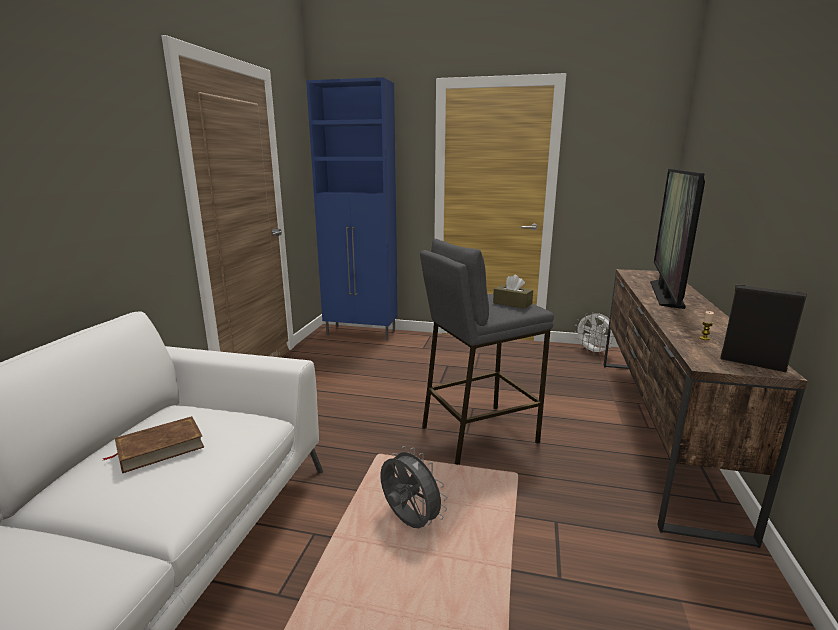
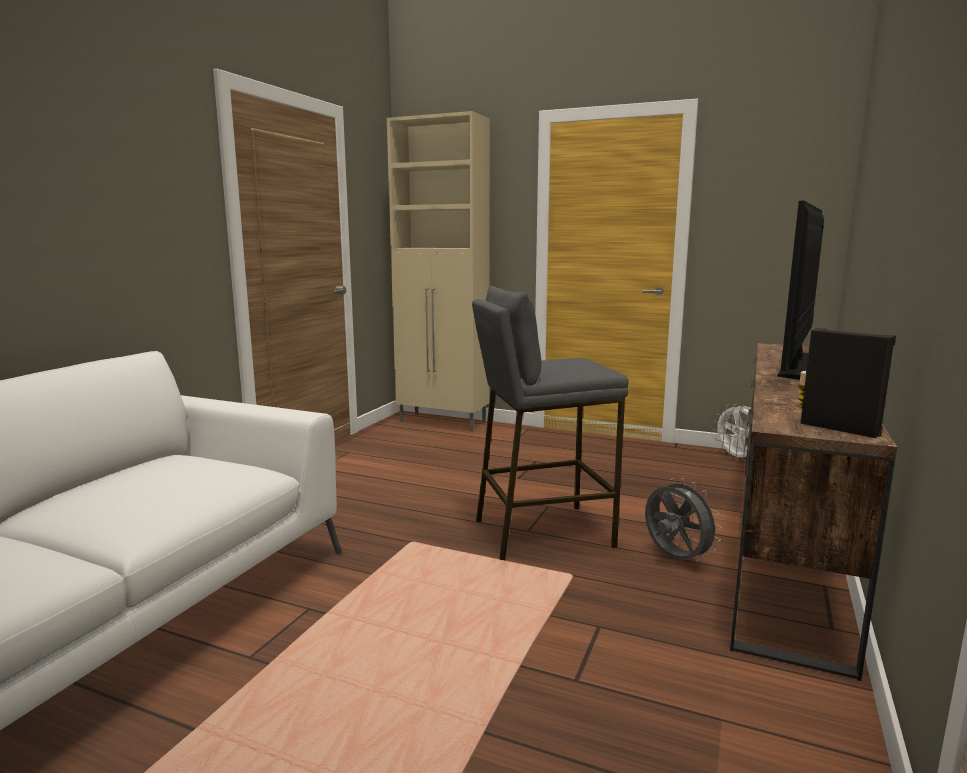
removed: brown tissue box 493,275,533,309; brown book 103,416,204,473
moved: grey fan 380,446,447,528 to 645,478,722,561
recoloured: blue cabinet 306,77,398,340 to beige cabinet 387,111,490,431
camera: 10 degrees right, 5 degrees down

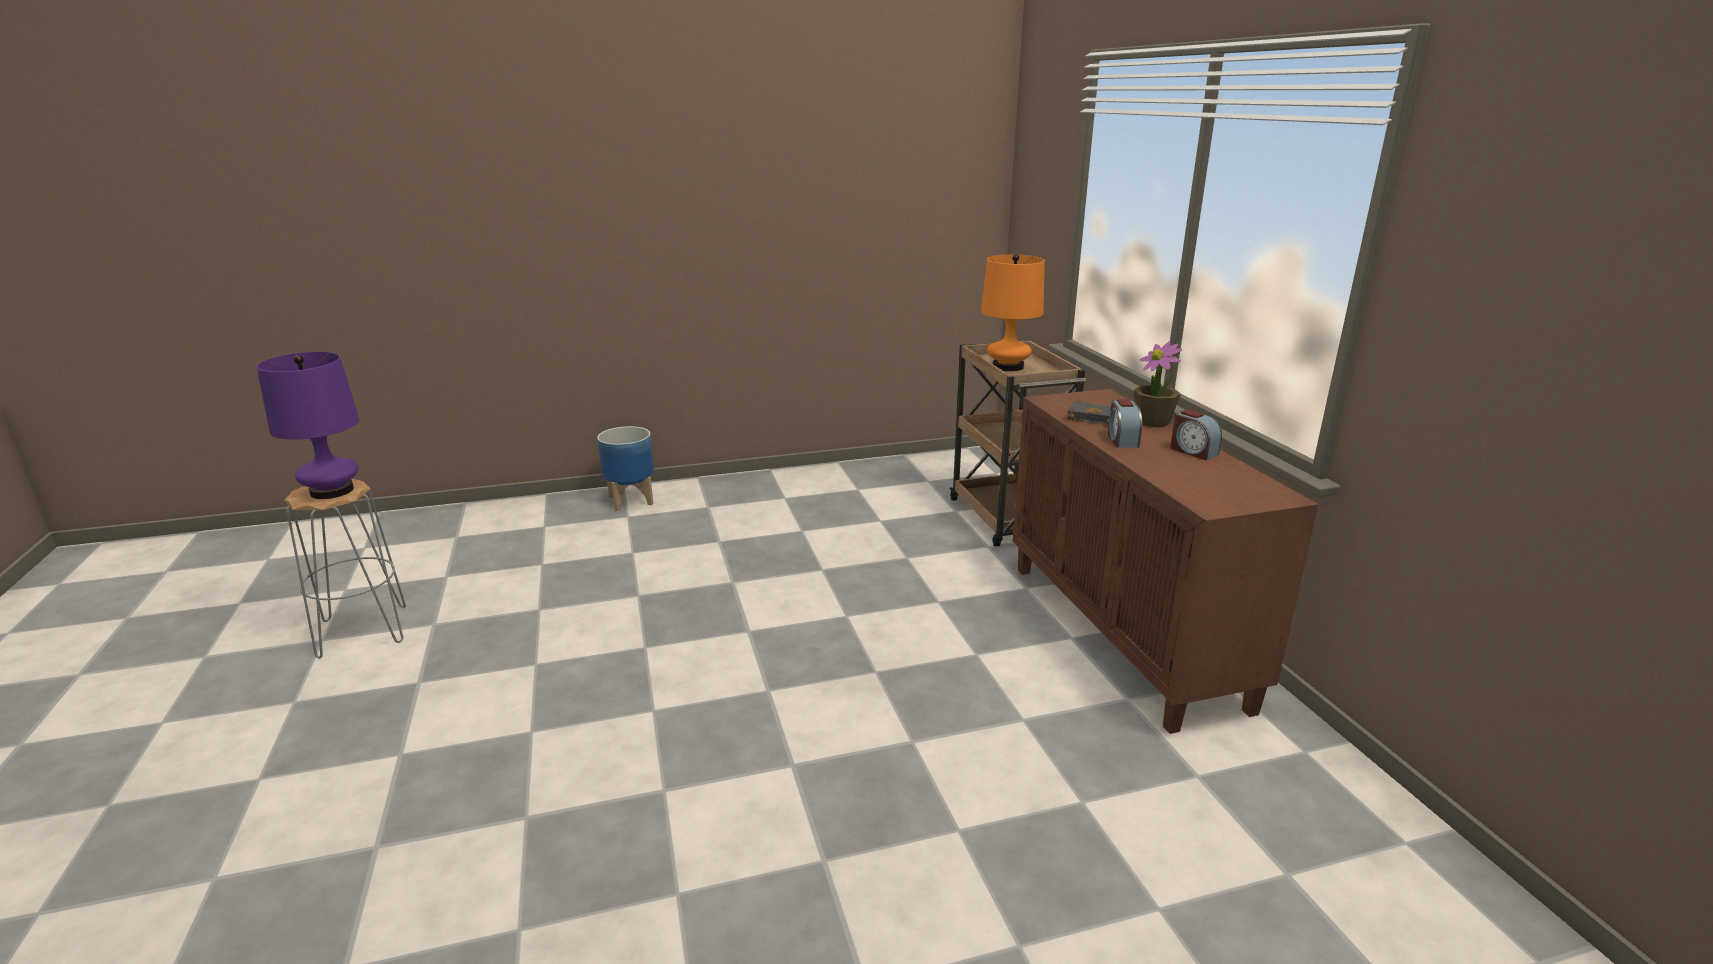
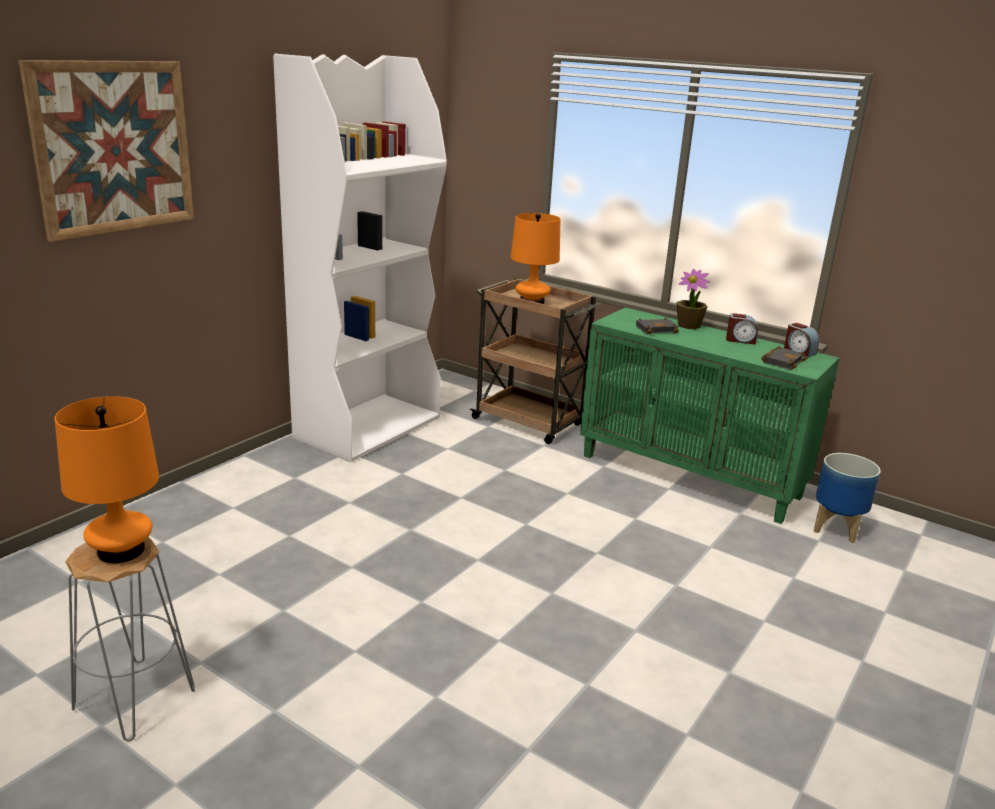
added: white bookcase 273,54,447,462; picture 18,60,194,242; black book 761,346,808,370
moved: alarm clock 1108,399,1142,448 to 784,323,819,357; planter 597,426,654,511 to 814,453,881,543
recoloured: purple table lamp 257,352,360,499 to orange table lamp 55,396,159,563; brown cabinet 1013,389,1318,734 to green cabinet 580,307,839,524
camera: 40 degrees left, 0 degrees up

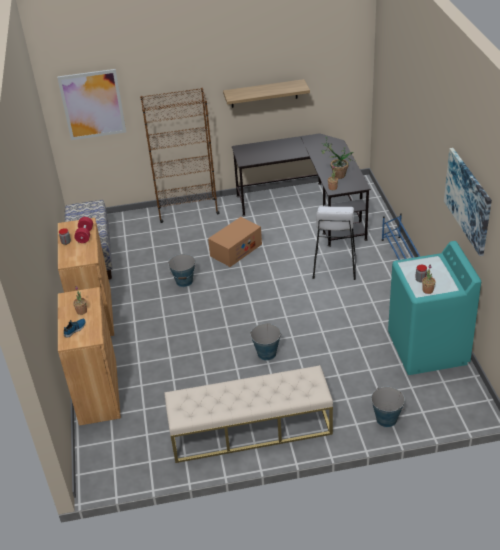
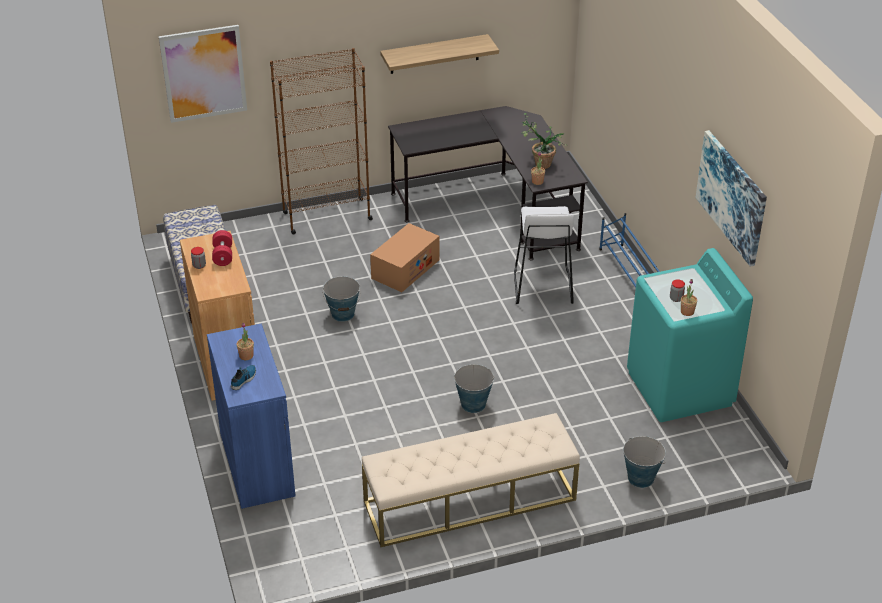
recoloured: brown cabinet 58,287,121,426 to blue cabinet 207,324,296,509
camera: 10 degrees left, 0 degrees up

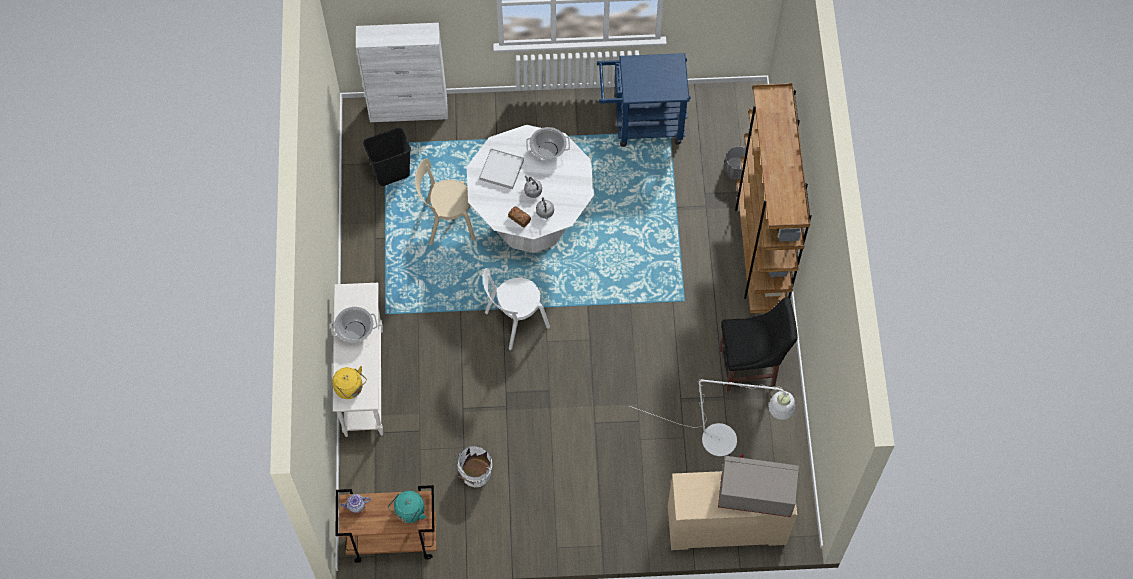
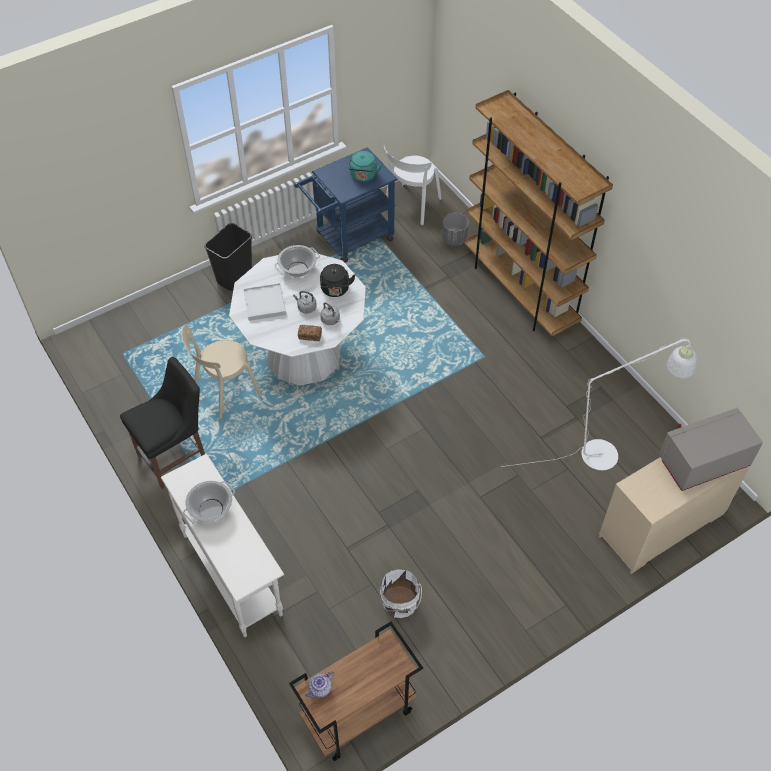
removed: white cabinet 356,23,448,122; yellow kettle 332,366,367,399
added: black kettle 320,264,355,297
moved: black trash can 363,128,411,186 to 204,223,252,291; white chair 483,268,550,350 to 384,146,442,225; black chair 720,297,798,392 to 120,357,205,489; turquoise kettle 388,491,426,523 to 348,151,382,182
camera: 30 degrees left, 10 degrees down

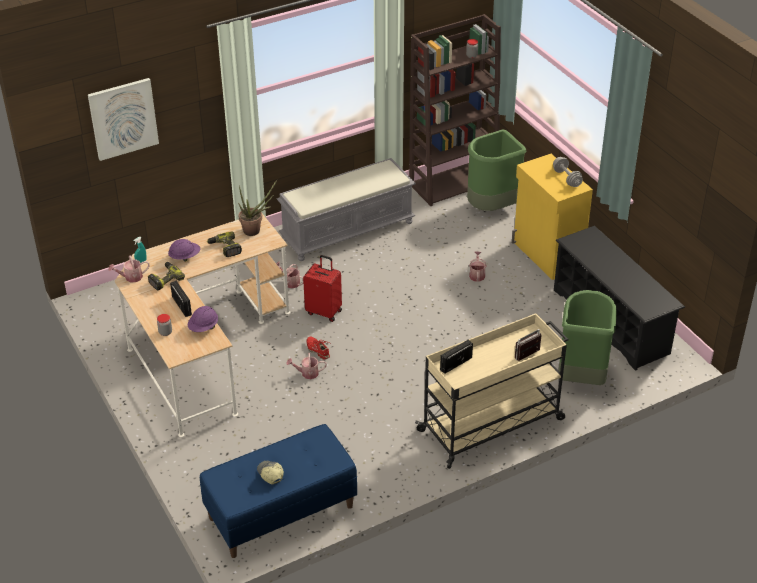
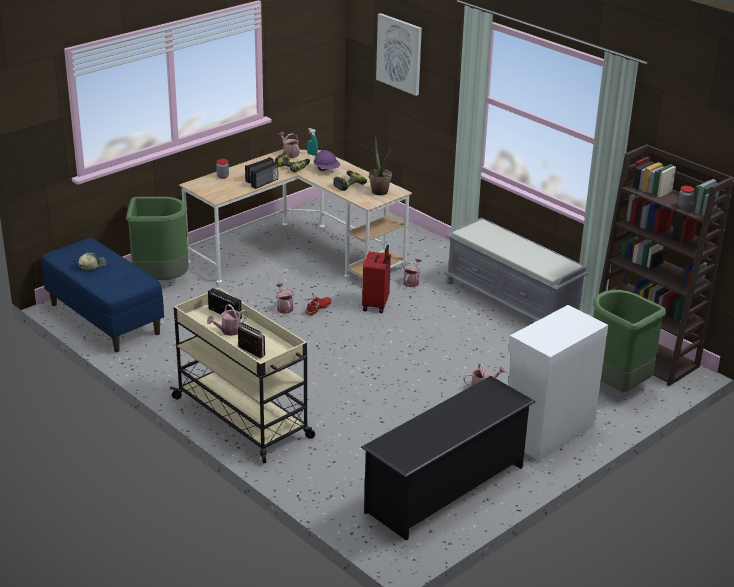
removed: grey dumbbell 553,157,583,187; purple hard hat 188,306,218,332
added: radio 251,162,278,189; watering can 207,304,248,336
moved: green trash can 558,290,617,385 to 126,197,189,280
recoloured: yellow cabinet 512,154,593,280 to white cabinet 508,305,608,461
camera: 75 degrees right, 10 degrees down

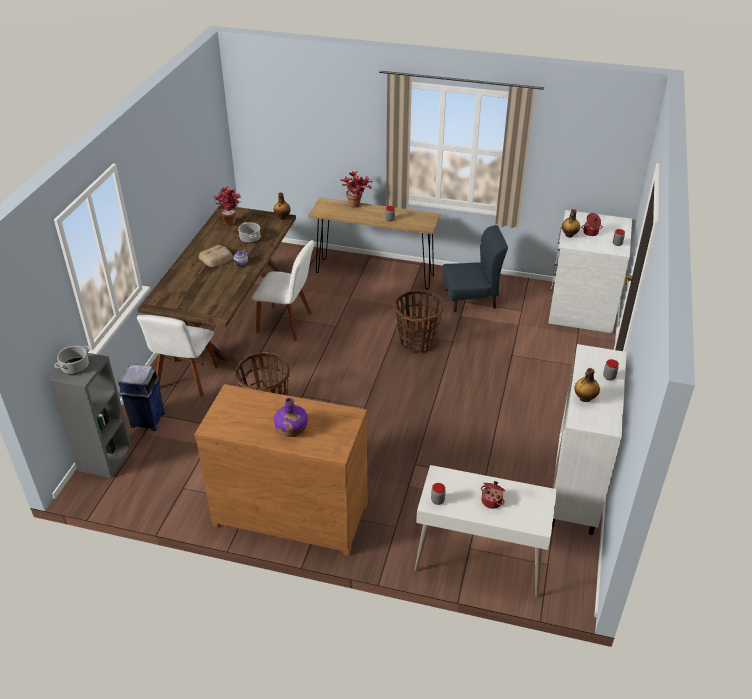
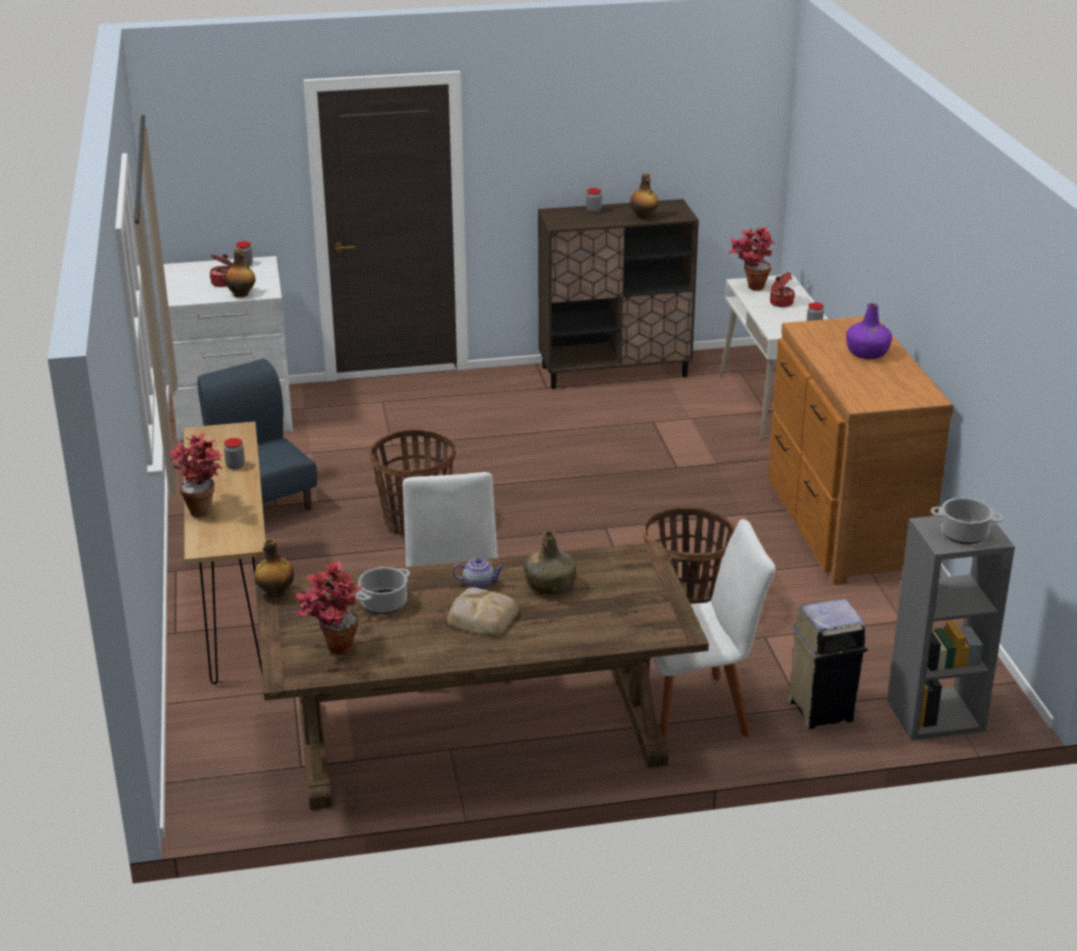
added: potted plant 728,227,776,291; green bottle 524,530,576,595
recoloured: white cabinet 552,344,627,535 to brown cabinet 538,199,699,389; blue trash can 118,364,165,431 to beige trash can 788,599,868,729
camera: 115 degrees left, 10 degrees down

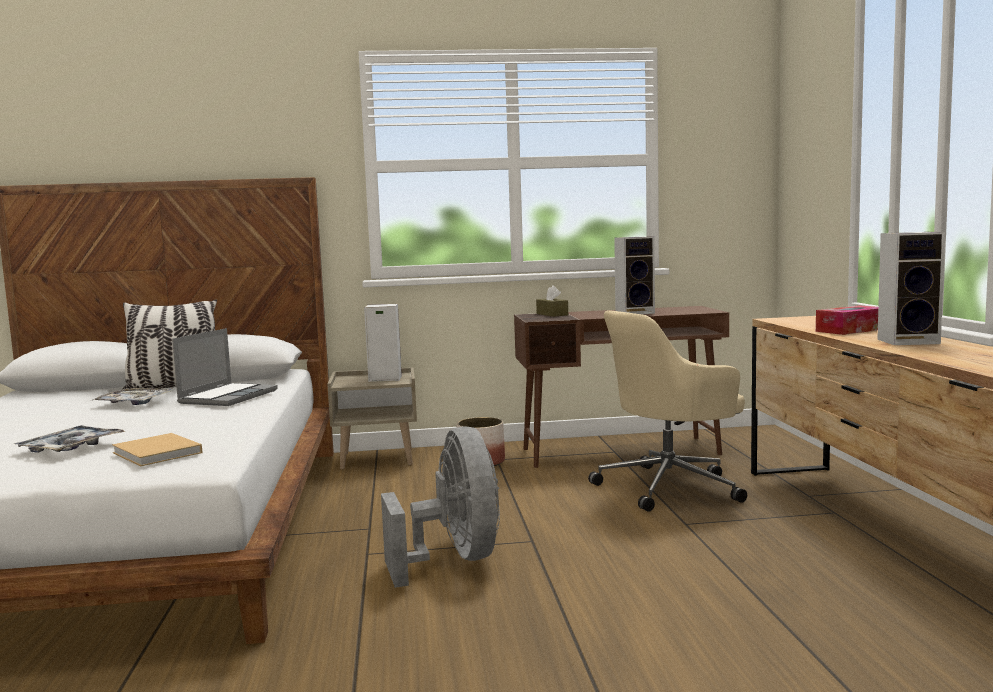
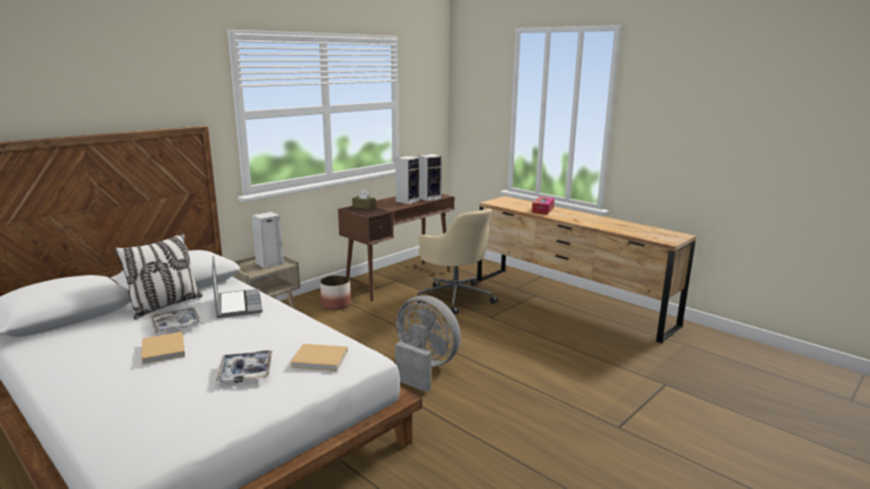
added: beige book 141,332,185,364
moved: speaker 877,232,945,345 to 418,154,442,201
turned: beige office chair 588,310,747,512 = 416,209,498,315 60 degrees counterclockwise
camera: 40 degrees left, 10 degrees up

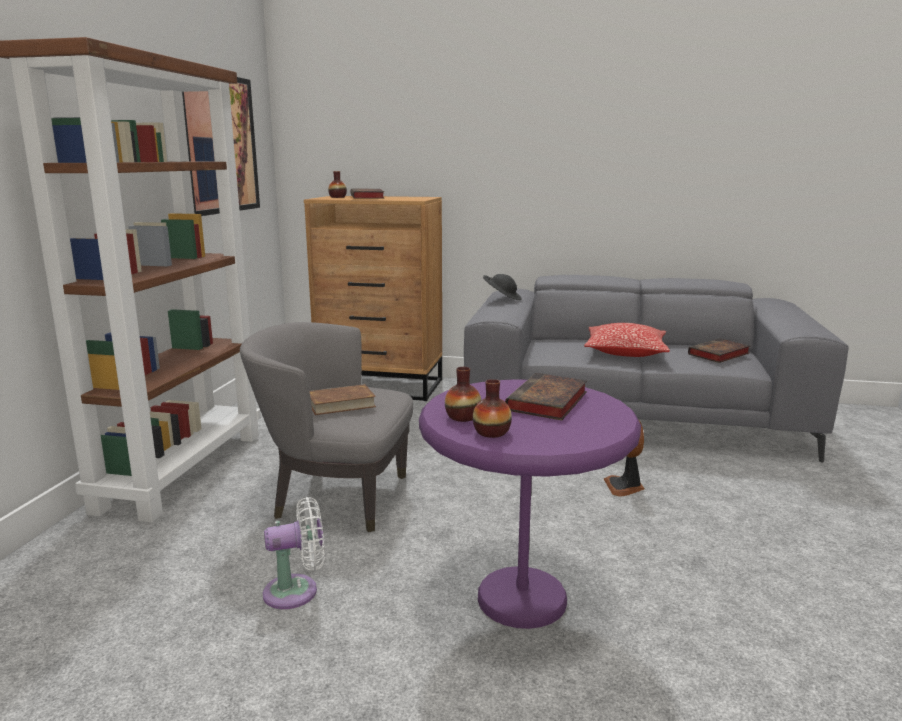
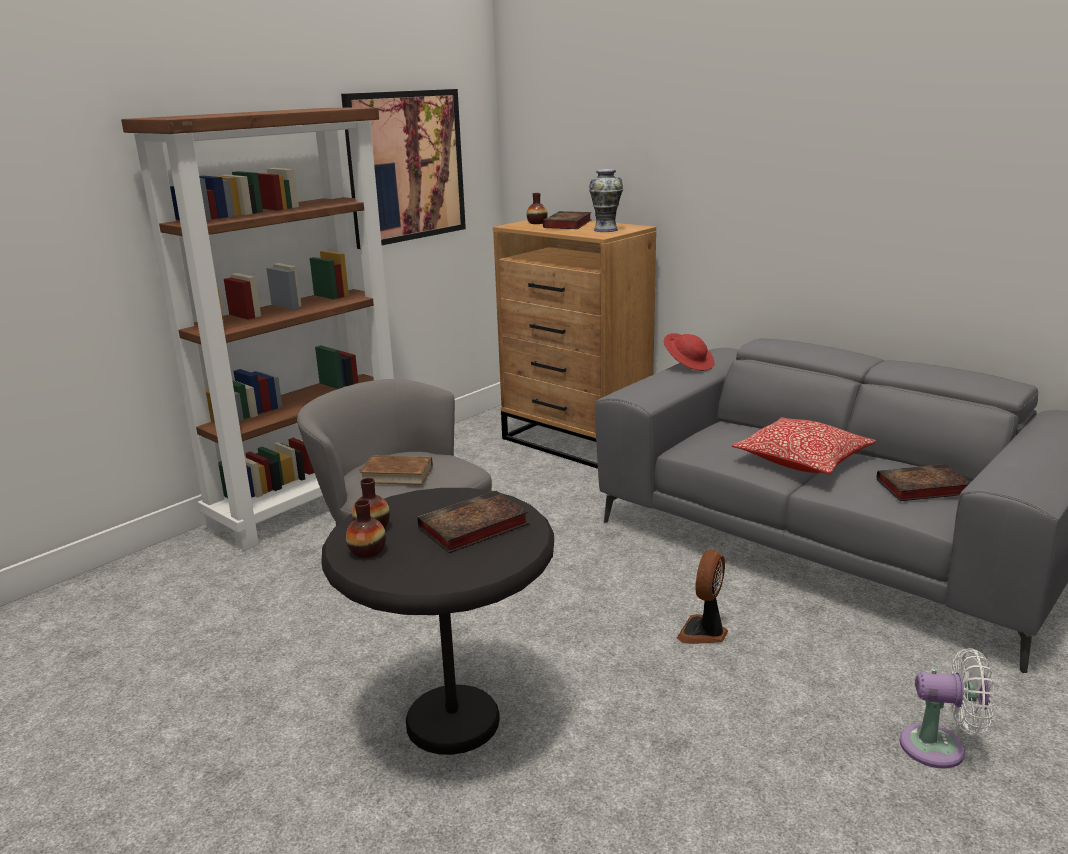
added: vase 589,169,623,232
moved: white fan 263,497,325,609 to 900,648,994,769
recoloured: black hat 483,274,522,300 to red hat 664,333,714,371; purple side table 419,379,641,629 to black side table 321,488,554,755
camera: 30 degrees right, 5 degrees up

